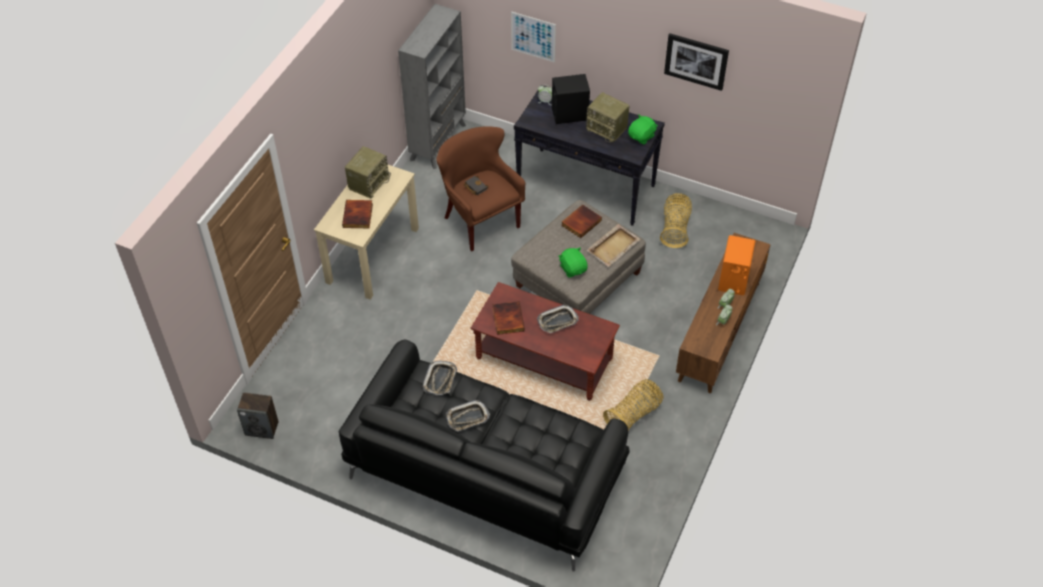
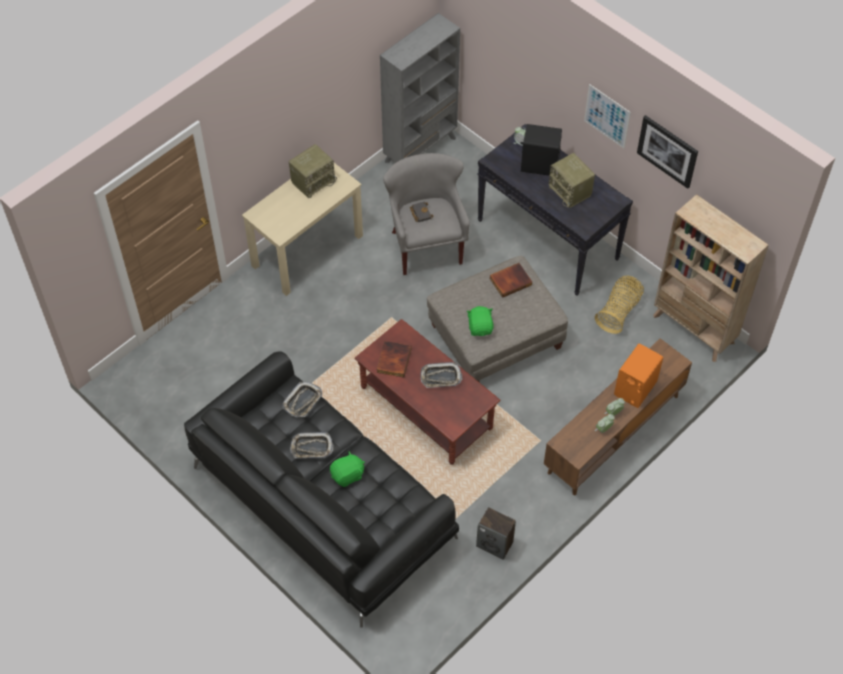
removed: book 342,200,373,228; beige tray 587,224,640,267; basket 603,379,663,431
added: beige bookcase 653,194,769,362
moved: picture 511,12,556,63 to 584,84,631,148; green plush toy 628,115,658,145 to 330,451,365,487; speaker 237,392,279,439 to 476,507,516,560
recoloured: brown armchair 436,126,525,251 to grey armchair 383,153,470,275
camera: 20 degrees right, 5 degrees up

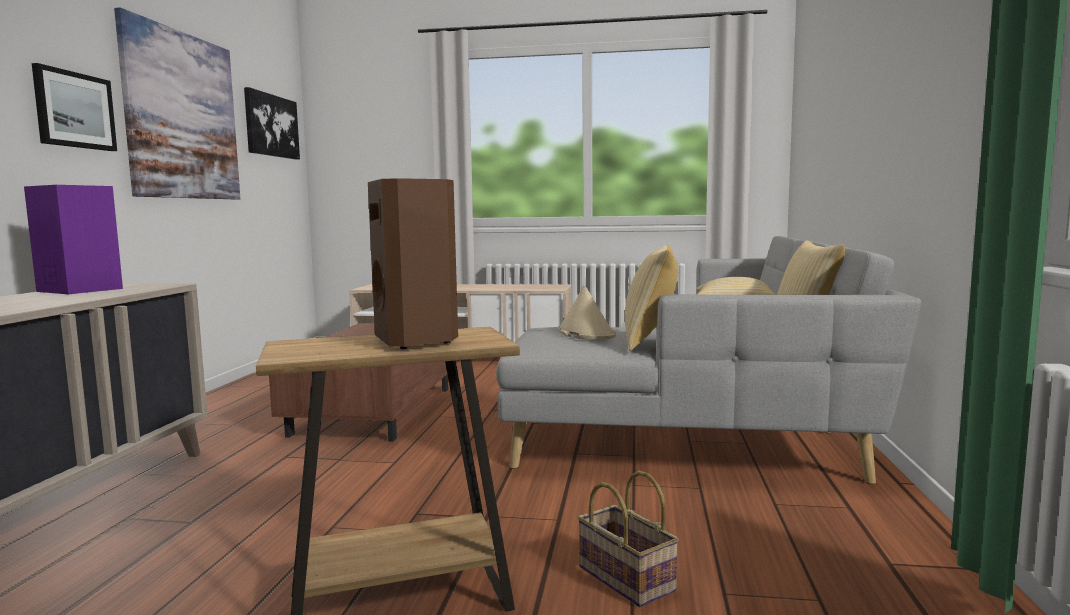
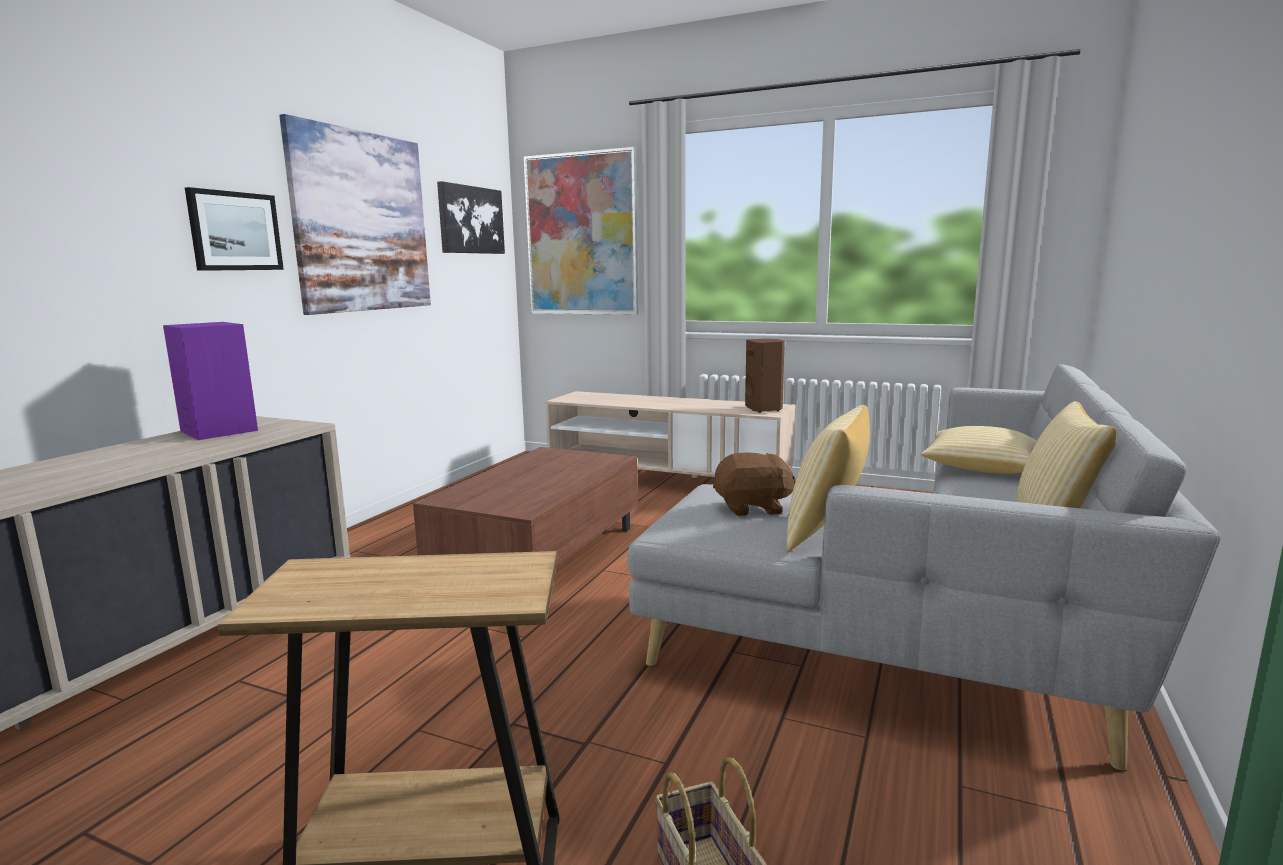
added: picture 524,147,638,315
moved: brown speaker 368,178,458,349 to 745,339,785,413
replaced: beige hat 557,285,616,340 to brown plush toy 713,452,796,516
camera: 15 degrees right, 5 degrees up

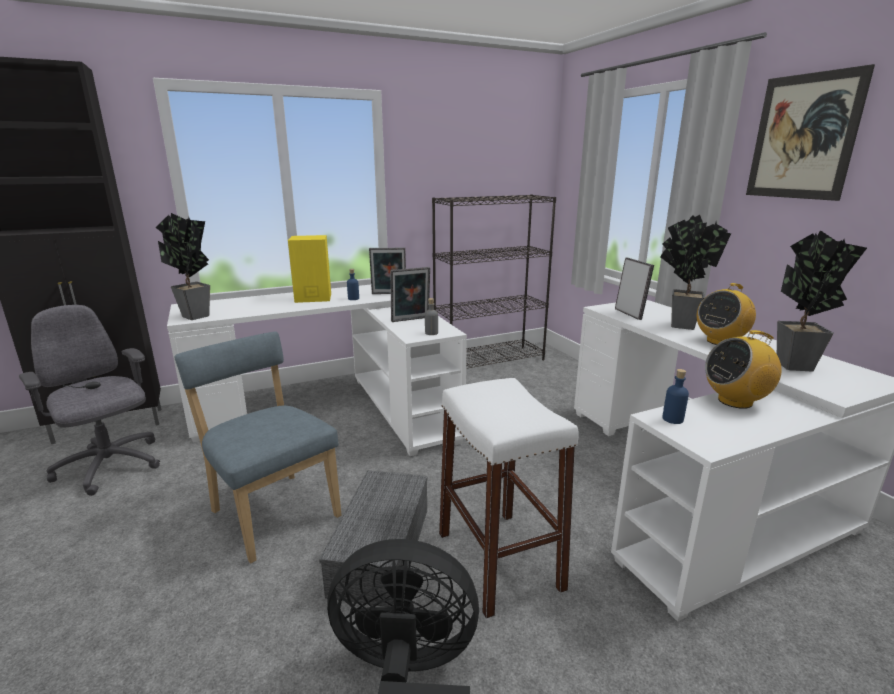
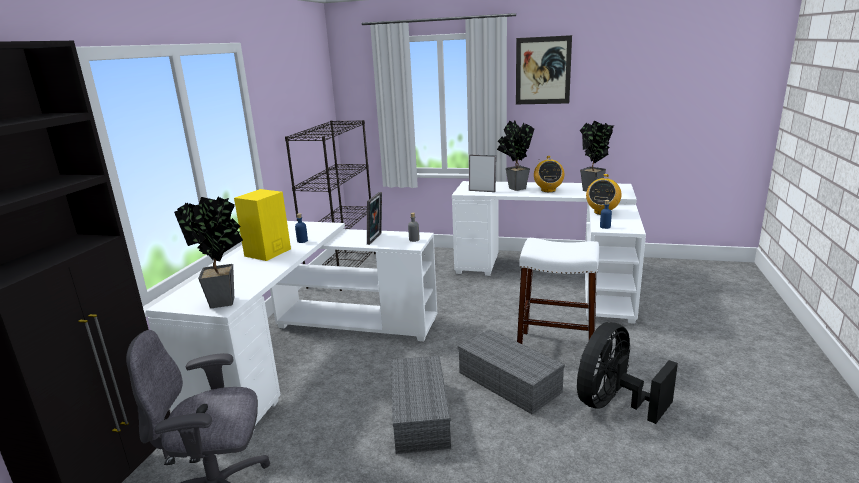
removed: picture frame 369,248,406,294
replaced: blue chair 175,332,341,563 to grey storage box 391,356,451,454
camera: 50 degrees left, 0 degrees up

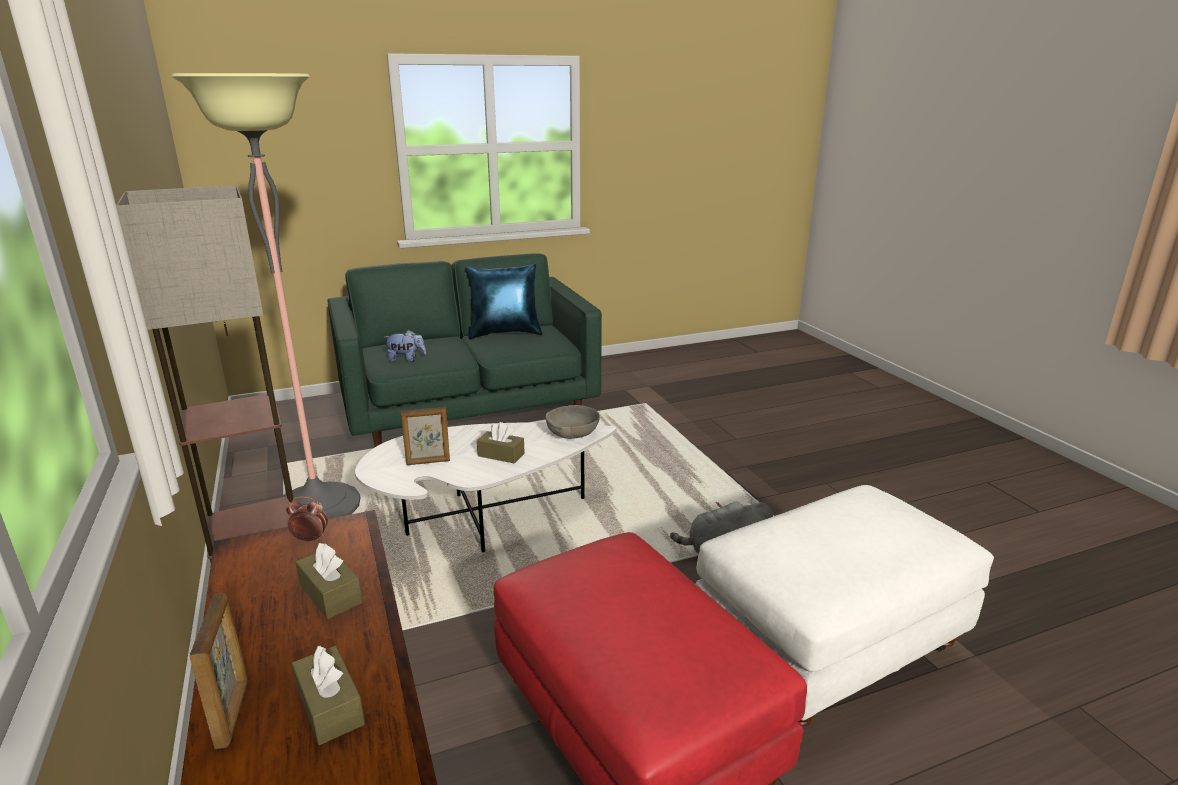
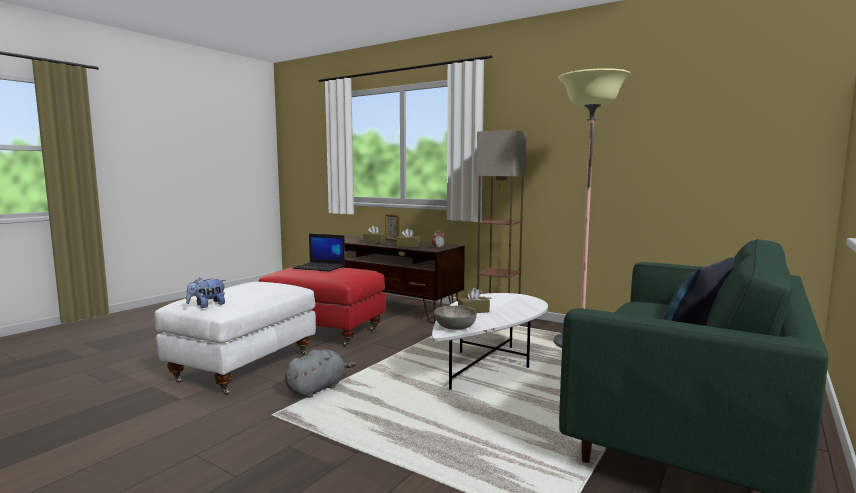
removed: picture frame 401,407,450,465
added: laptop 293,234,345,271
moved: plush toy 385,330,426,362 to 186,278,226,308
camera: 145 degrees right, 15 degrees down

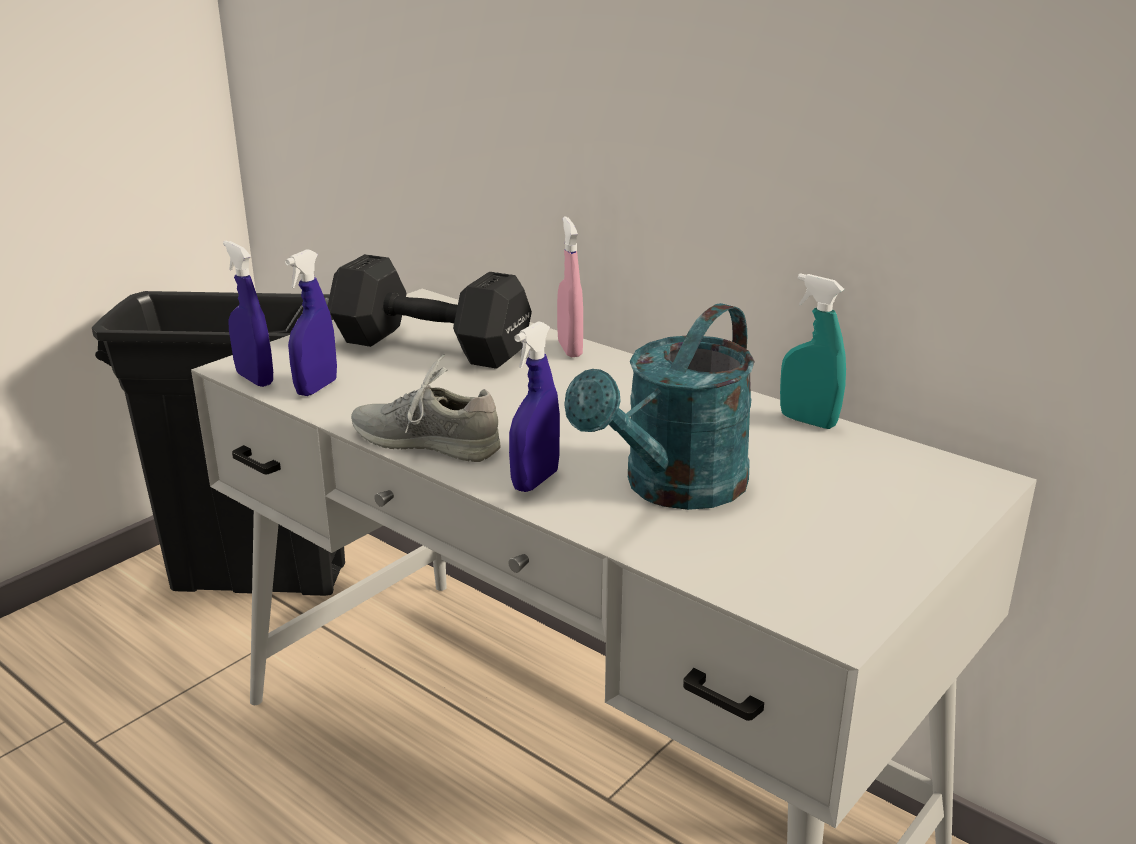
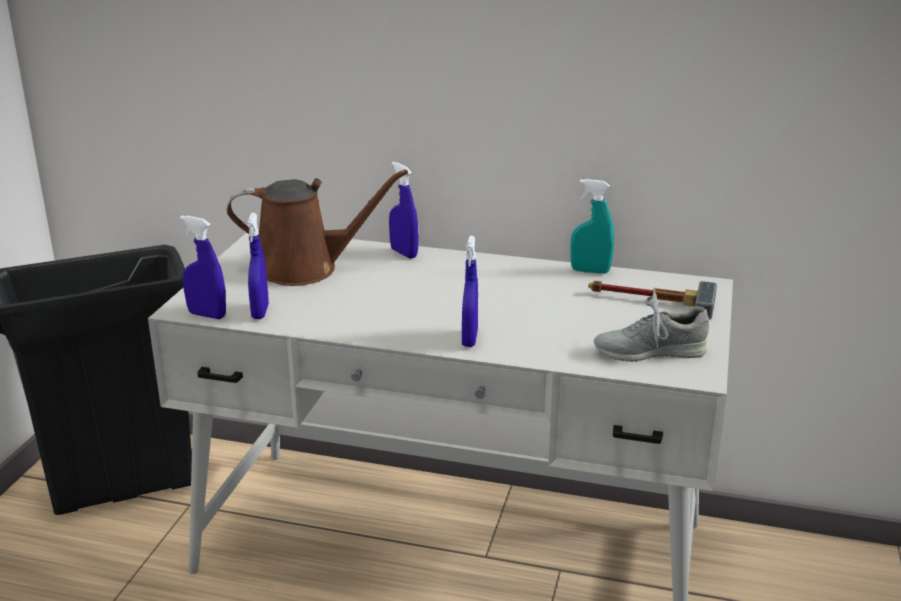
removed: turquoise watering can 564,303,755,510
added: hammer 588,281,717,320
moved: grey shoe 351,354,500,462 to 594,288,709,362
replaced: black dumbbell 328,254,532,369 to brown watering can 227,169,408,286
recoloured: pink spray bottle 557,217,583,357 to blue spray bottle 389,162,418,259
camera: 25 degrees left, 0 degrees up

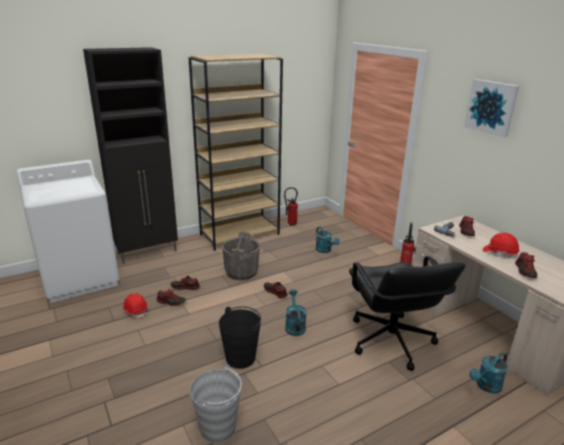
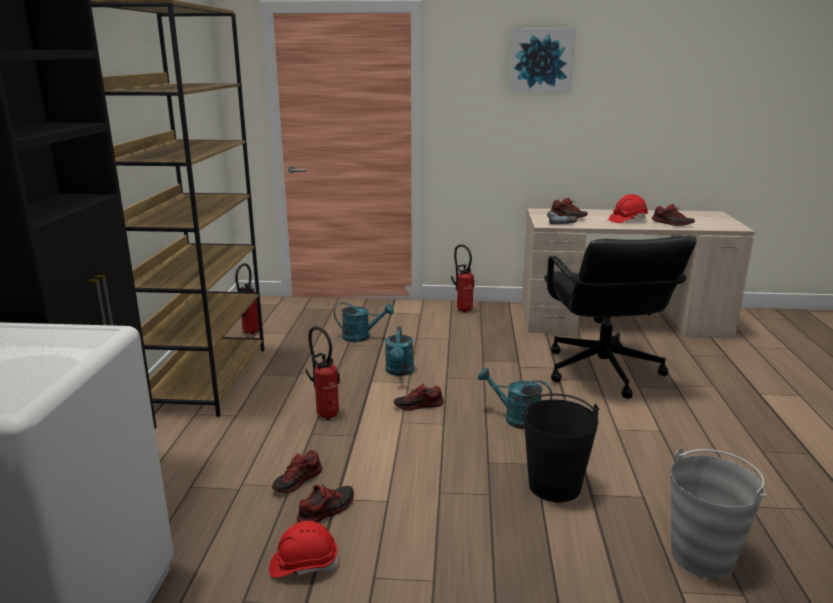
moved: turquoise watering can 469,352,508,393 to 385,326,414,376
replaced: grey bucket 222,232,260,280 to fire extinguisher 306,326,340,420
turned: black office chair 349,256,465,371 = 544,236,696,399 60 degrees clockwise
camera: 55 degrees left, 5 degrees down

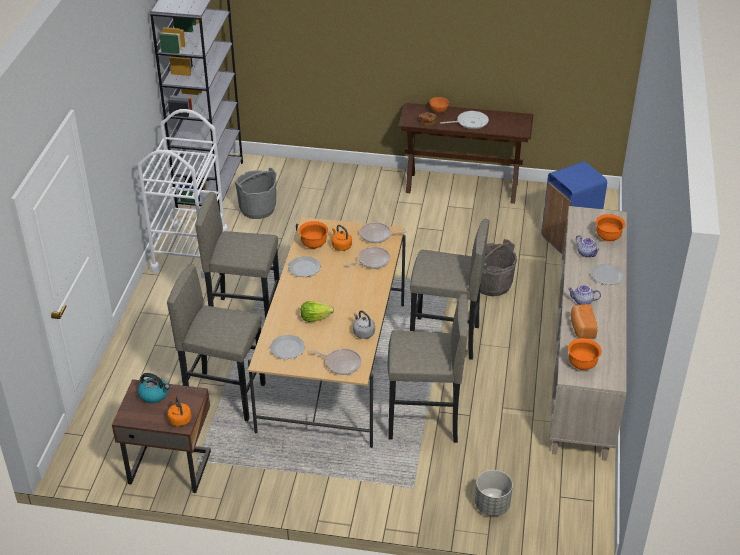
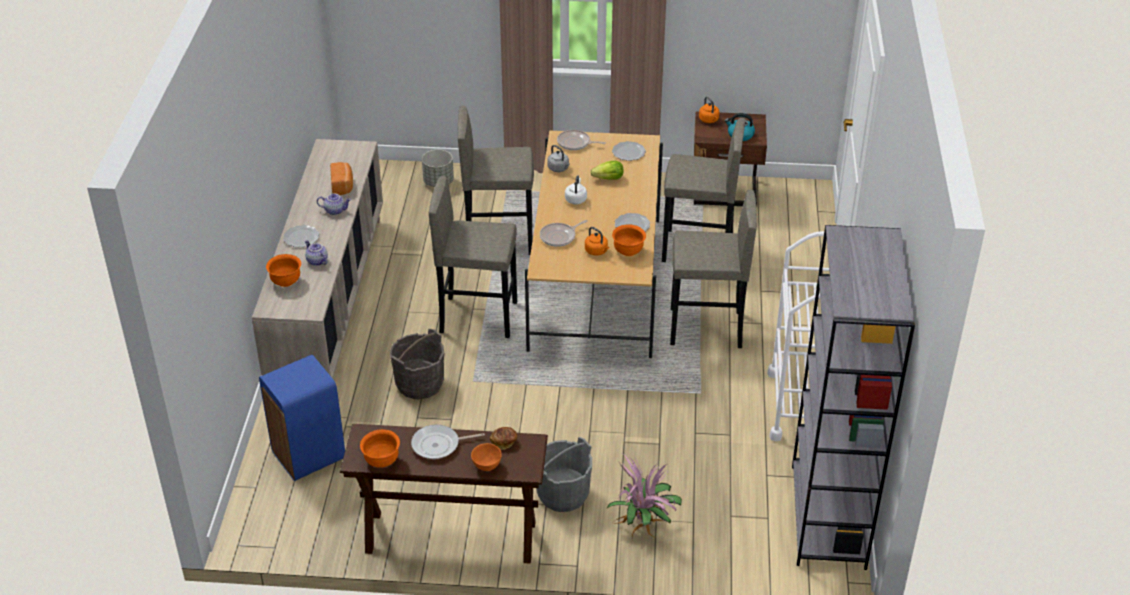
removed: frying pan 360,222,407,243
added: white kettle 565,175,587,204; potted plant 607,454,682,541
moved: grey bucket 234,168,277,219 to 536,437,592,512; orange bowl 568,338,602,370 to 360,429,400,468
camera: 175 degrees right, 0 degrees up

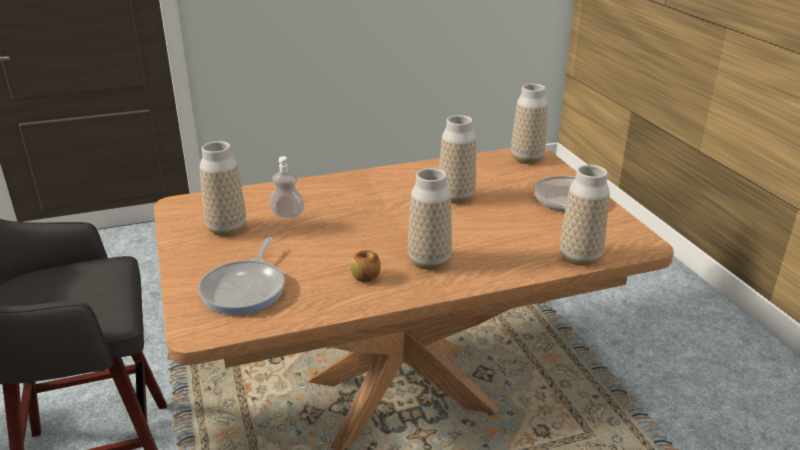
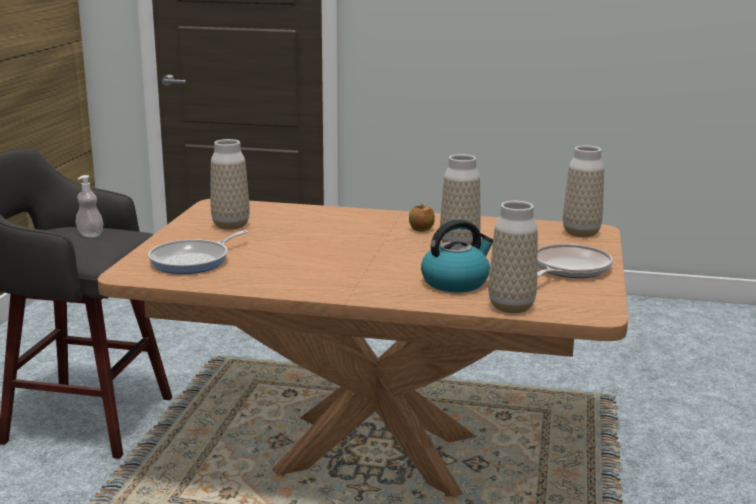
removed: vase 408,168,452,270
added: kettle 421,219,493,292
moved: soap dispenser 269,156,304,218 to 76,175,104,237; apple 350,250,381,282 to 409,205,435,232
camera: 30 degrees right, 10 degrees down

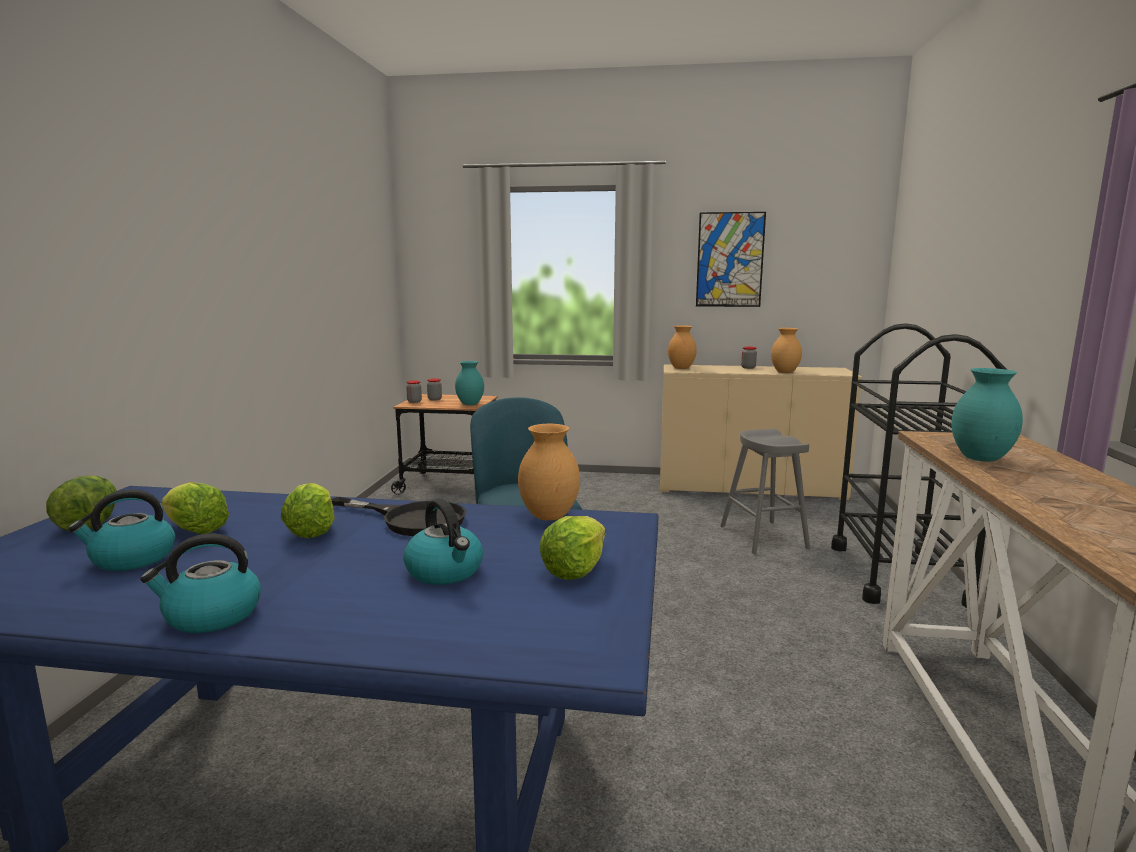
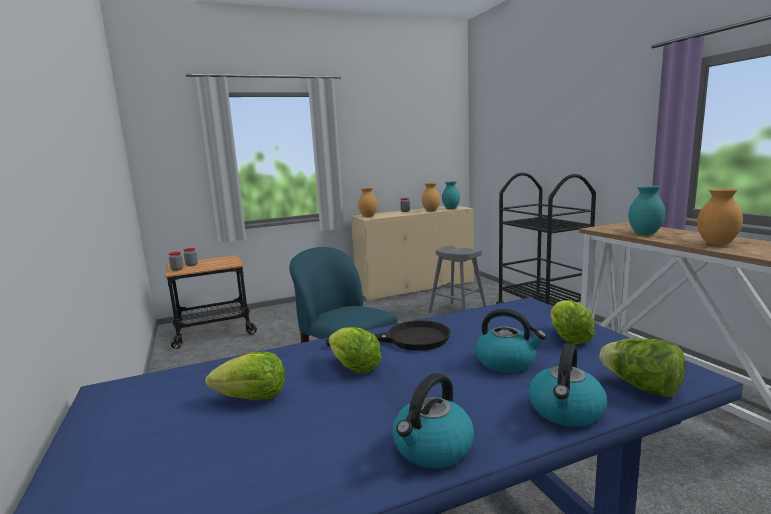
removed: picture 696,212,766,307
moved: turquoise vase 455,361,484,405 to 442,181,460,209; brown vase 518,424,580,521 to 697,189,743,245; lettuce 46,476,117,531 to 599,338,686,397; kettle 68,489,175,571 to 529,343,607,427
camera: 30 degrees left, 0 degrees up

